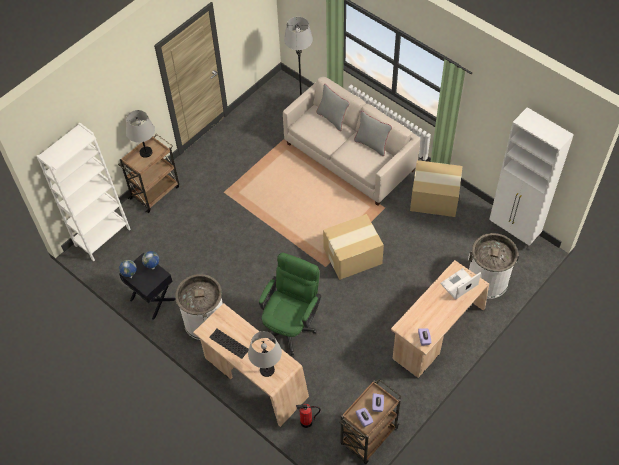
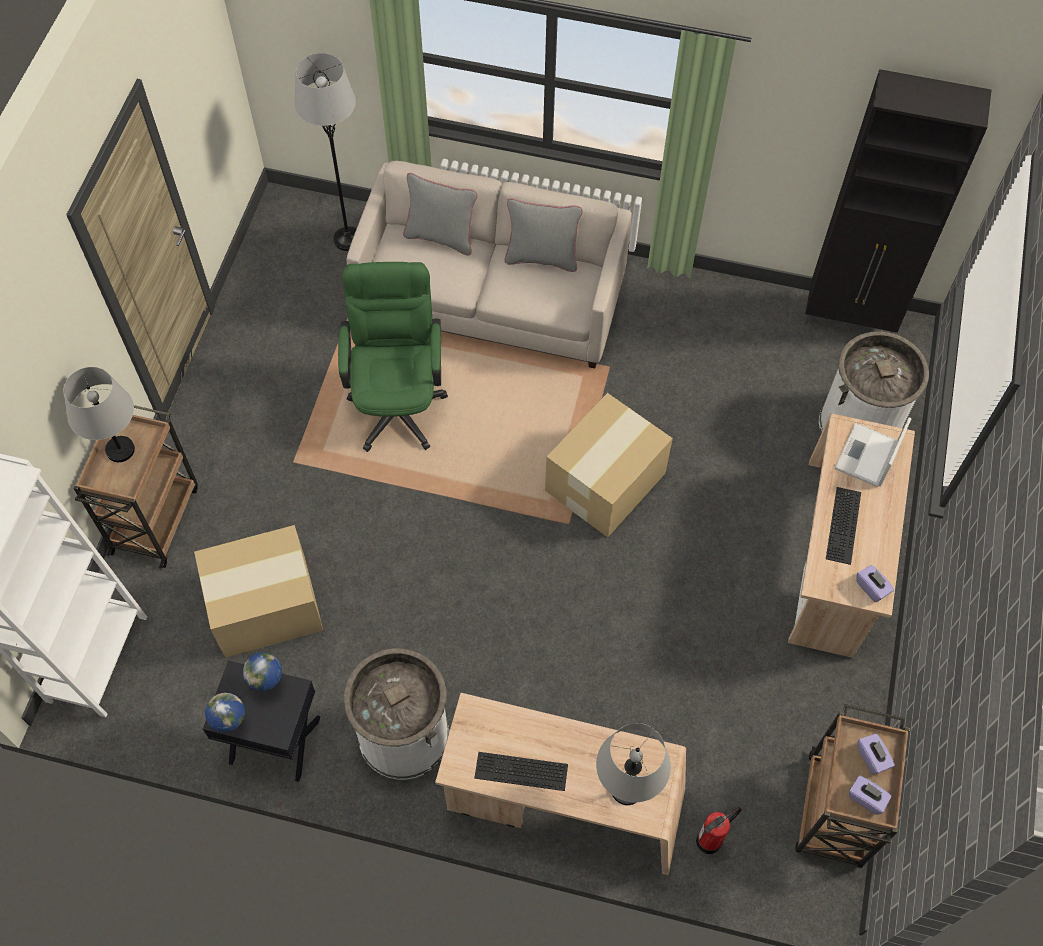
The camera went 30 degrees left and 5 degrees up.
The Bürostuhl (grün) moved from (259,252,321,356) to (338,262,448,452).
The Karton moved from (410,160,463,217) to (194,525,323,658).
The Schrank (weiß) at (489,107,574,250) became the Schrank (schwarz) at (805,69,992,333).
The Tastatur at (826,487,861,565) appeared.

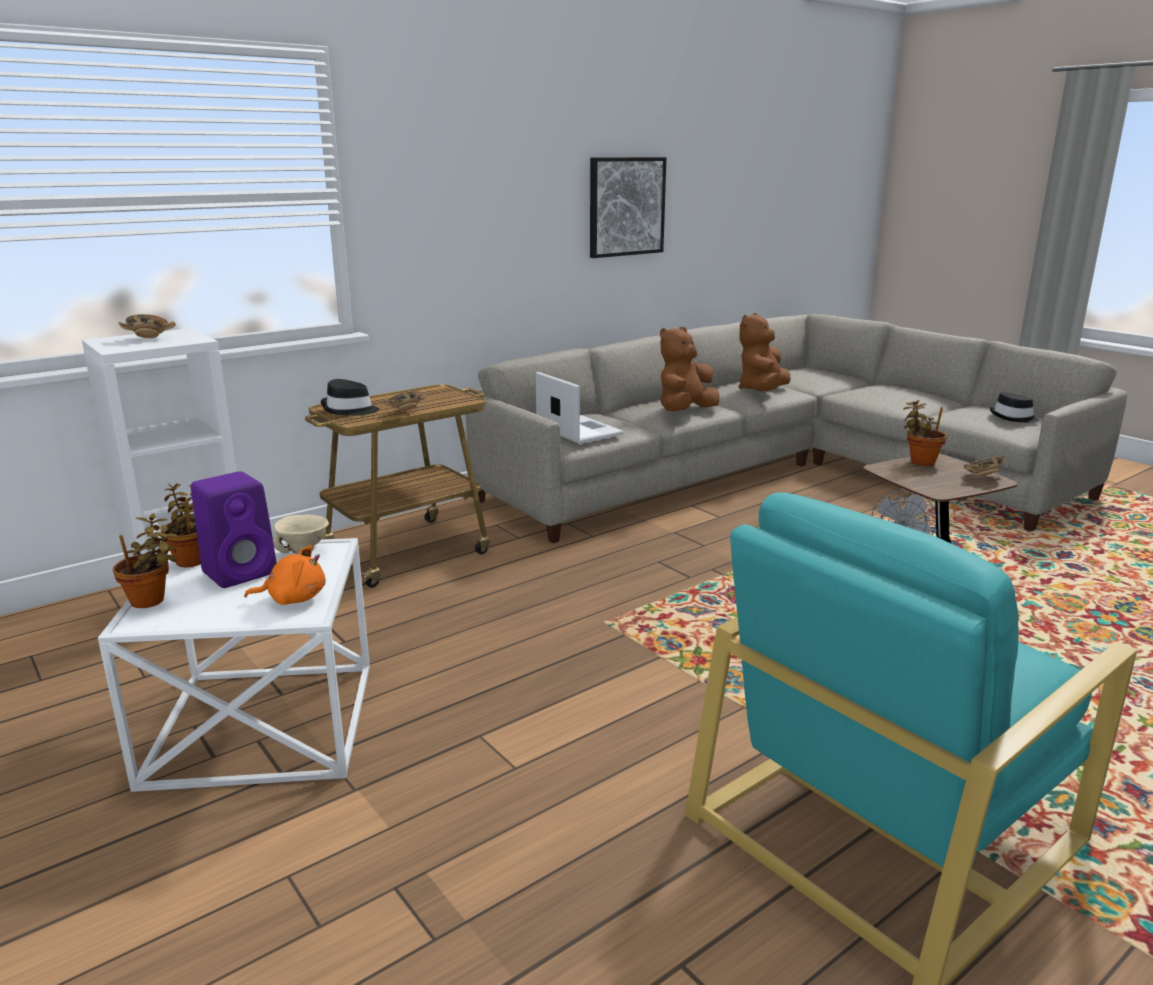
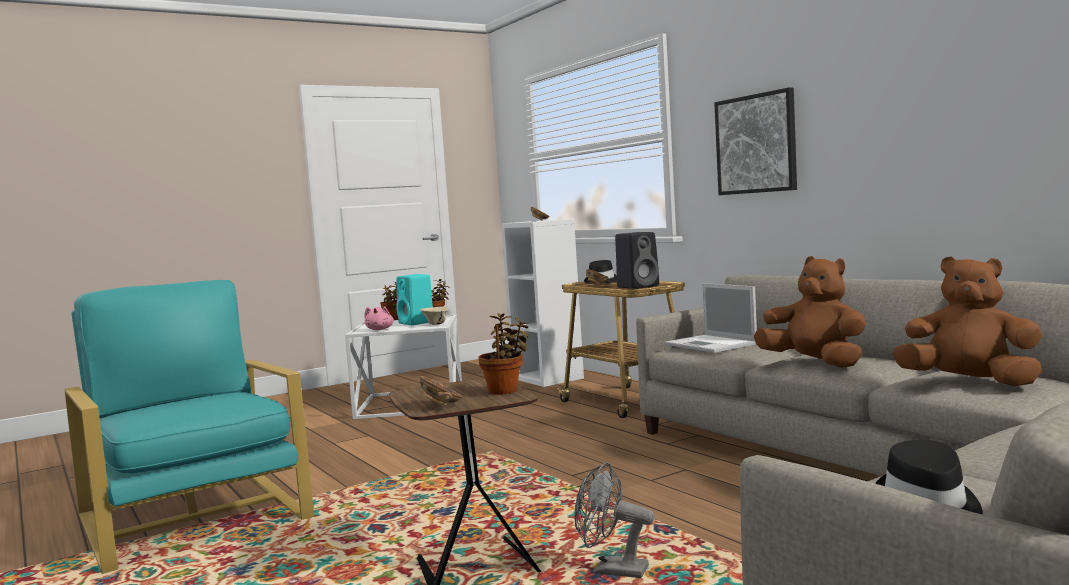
The camera went 95 degrees right and 15 degrees down.
The Lautsprecher (lila) at (191,471,277,588) became the Lautsprecher (türkis) at (396,274,433,325).
The Plüschtier (orange) at (244,546,326,605) became the Plüschtier (rosa) at (364,306,394,330).
The Laptop at (536,372,624,444) turned 90 degrees clockwise.
The Bild moved from (590,157,666,258) to (714,88,797,195).
The Lautsprecher (schwarz) at (615,232,659,289) appeared.

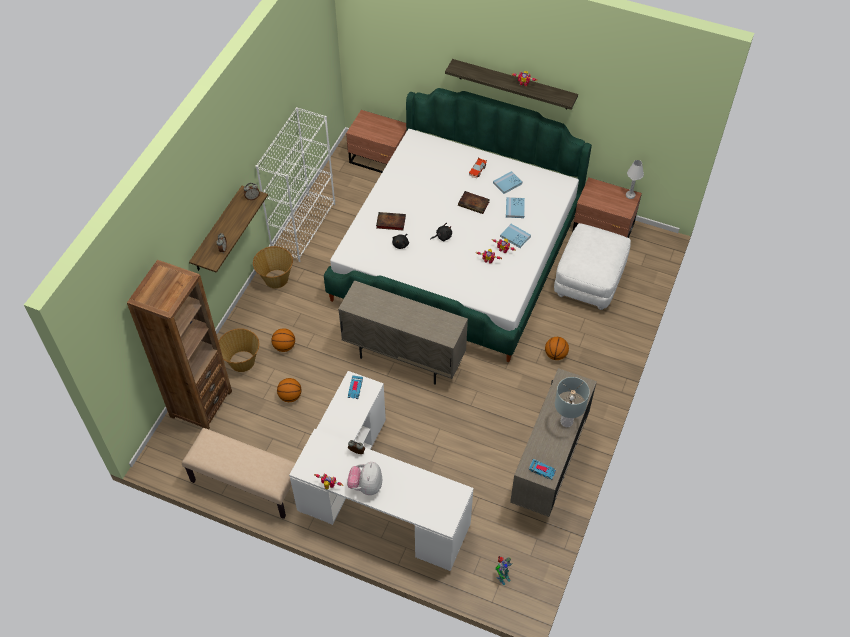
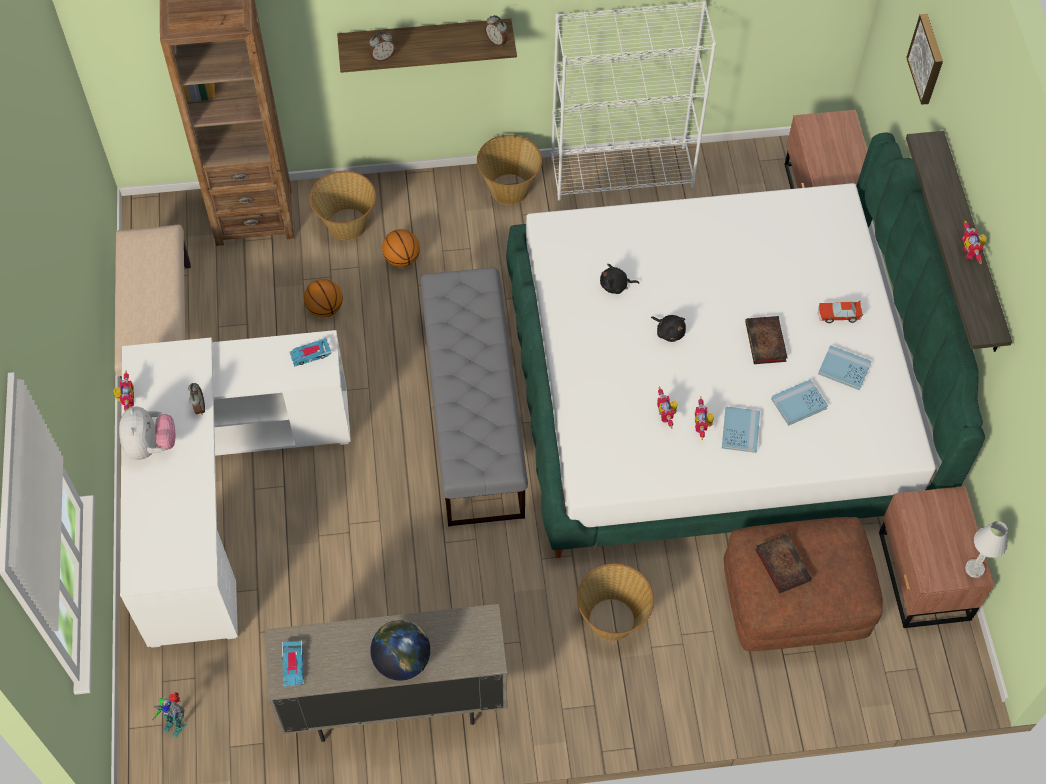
The camera went 60 degrees right and 5 degrees up.
The Schrank (beige) at (338,280,468,385) was replaced by the Bank (grau) at (420,267,528,527).
The Plüschtier at (347,462,382,495) turned 105 degrees clockwise.
The Buch moved from (376,212,406,230) to (755,534,812,594).
The Basketball at (545,337,569,360) was replaced by the Korb at (577,563,654,641).
The Polsterhocker (weiß) at (554,223,631,310) became the Polsterhocker (braun) at (724,517,883,651).
The Tischlampe (grau) at (555,377,590,427) was replaced by the Globus at (370,620,430,681).
The Bild at (906,14,943,105) appeared.

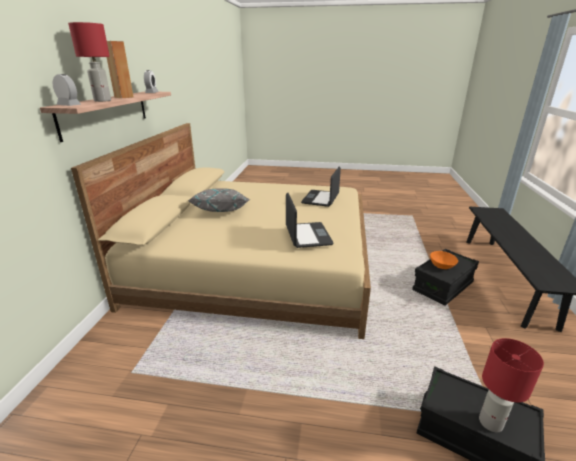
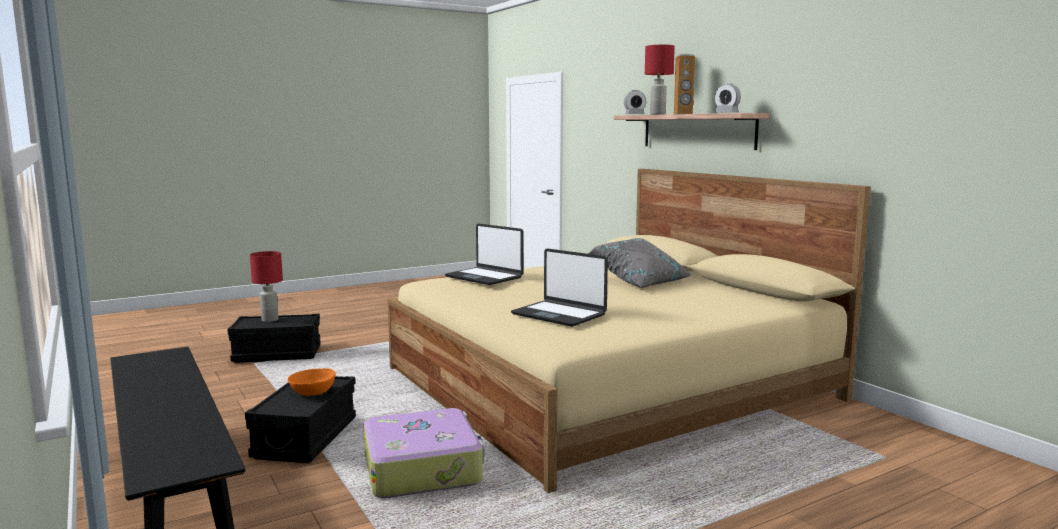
The camera went 140 degrees right and 15 degrees down.
The Laptop at (301,167,341,207) turned 150 degrees clockwise.
The Koffer at (364,408,485,498) appeared.

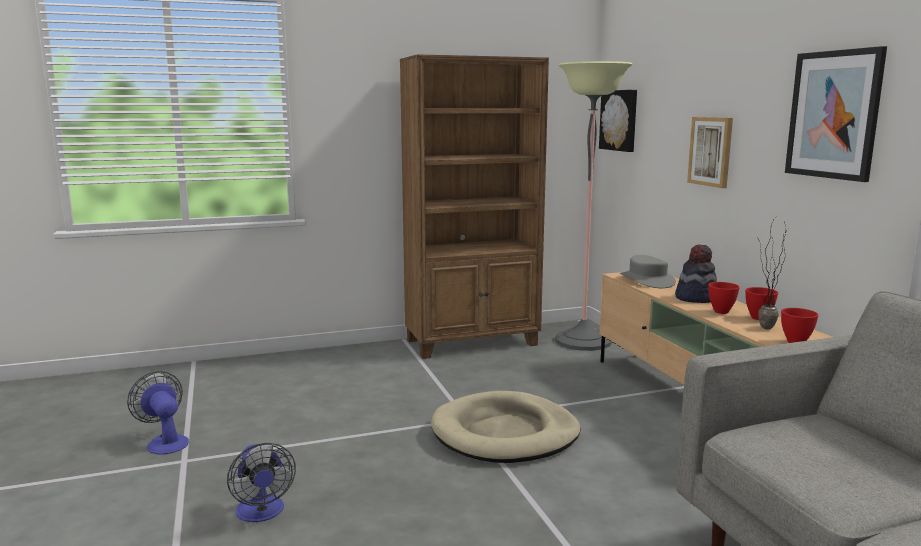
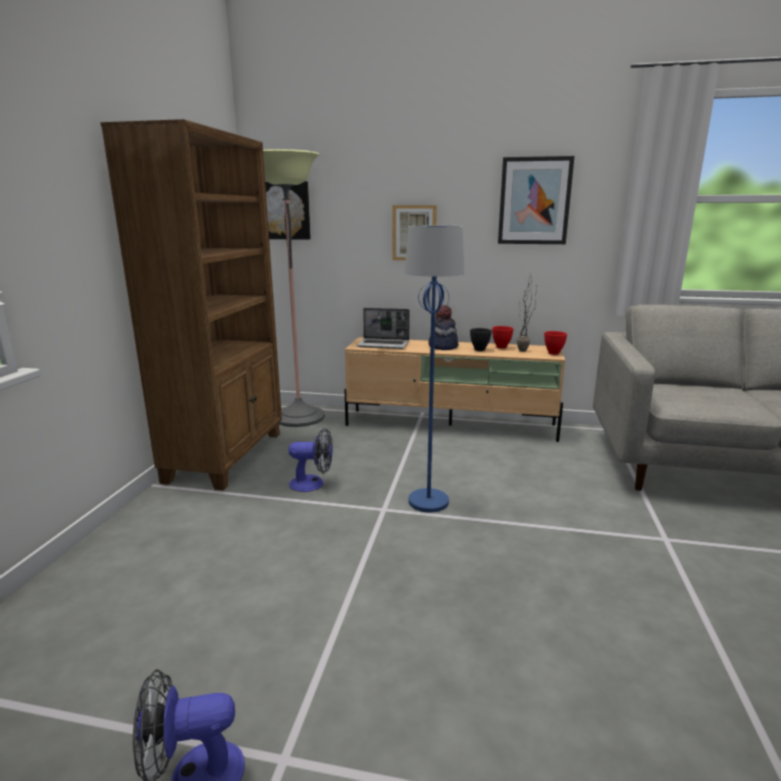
The camera went 60 degrees left and 5 degrees up.
The Ventilator moved from (227,443,296,522) to (288,428,332,492).
The Hundebett (beige) at (431,391,581,463) was replaced by the Stehlampe (blau) at (405,226,464,512).
The Hut (grau) at (620,255,676,288) was replaced by the Laptop at (356,308,410,349).
The Schüssel (rot) at (708,282,740,314) became the Schüssel (schwarz) at (470,328,492,351).

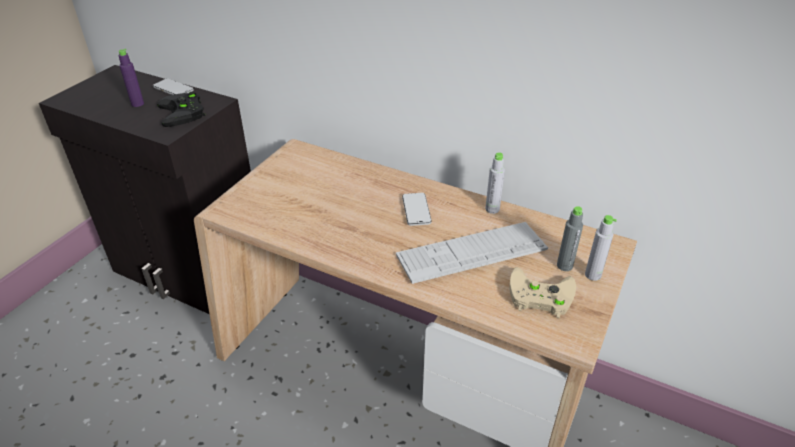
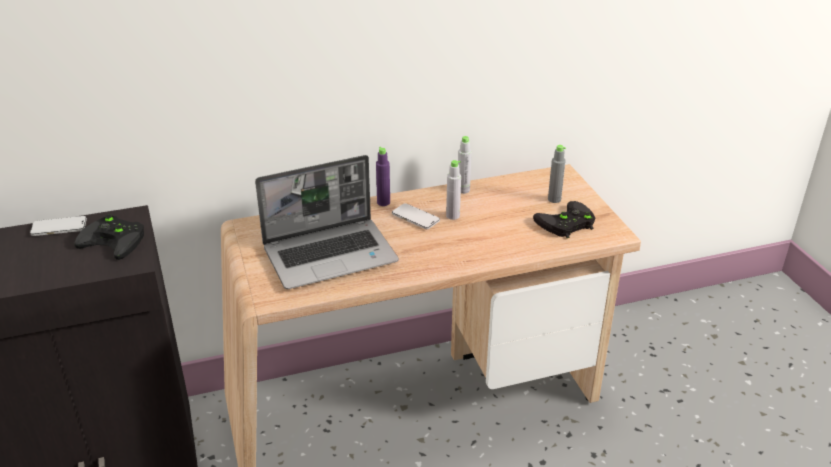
The camera went 45 degrees left and 5 degrees down.
The Flasche (lila) moved from (119,48,144,107) to (376,147,390,206).
The Tastatur at (396,222,548,284) disappeared.
The Gamepad (beige) at (510,267,576,318) became the Gamepad (schwarz) at (533,201,595,238).
The Flasche (grau) moved from (585,215,617,281) to (446,160,461,220).
The Laptop at (255,155,399,289) appeared.

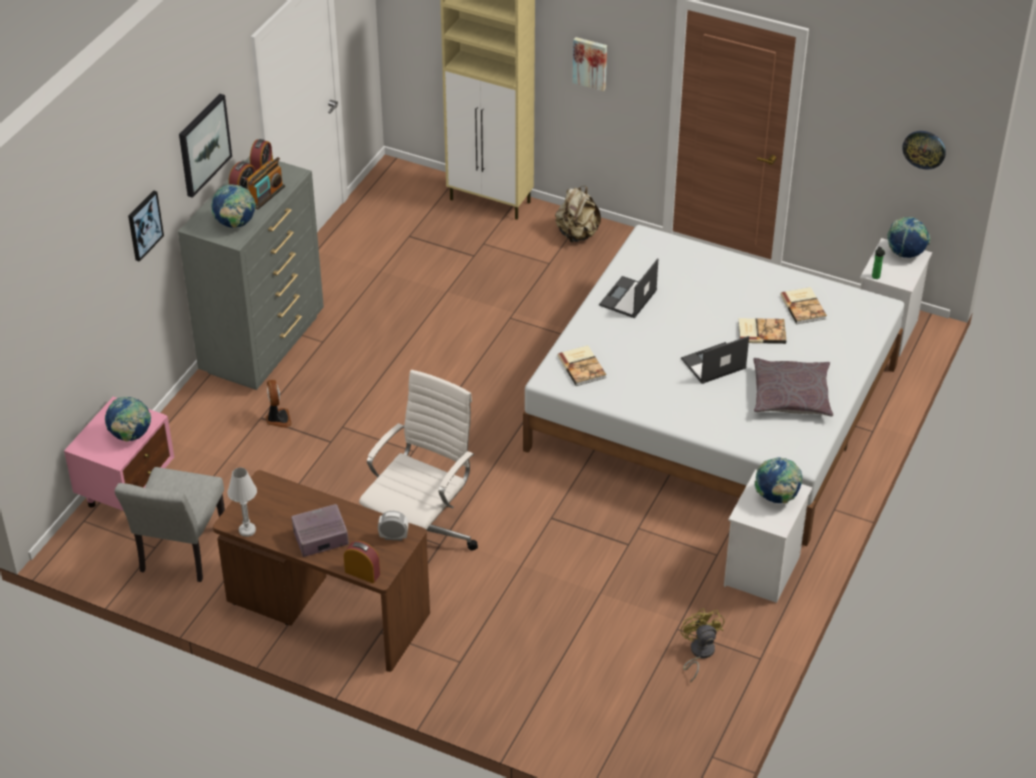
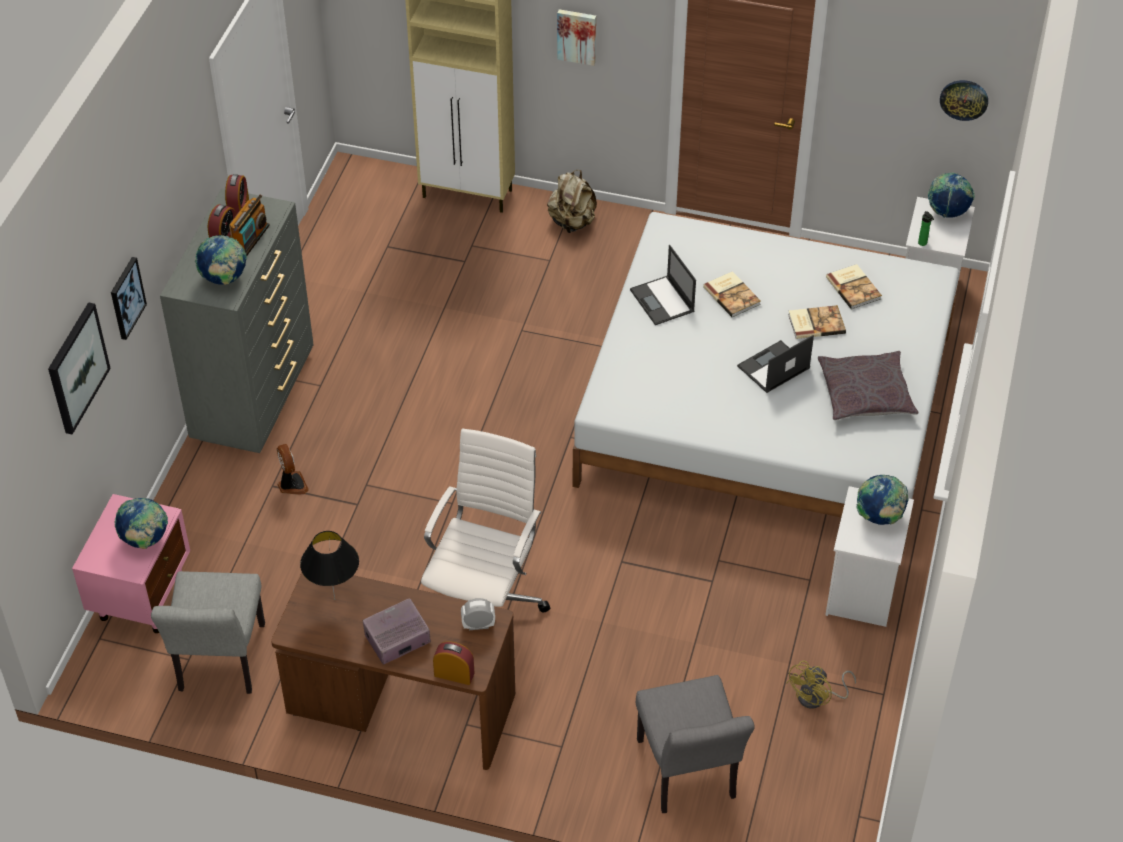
The camera went 10 degrees left and 5 degrees up.
The Bild moved from (179,94,232,198) to (48,302,111,435).
The Tischlampe (weiß) at (228,468,257,537) disappeared.
The Buch moved from (558,345,606,386) to (703,271,761,318).
The Laptop at (599,258,658,318) turned 45 degrees counterclockwise.
The Ventilator (gelb) at (681,608,724,683) turned 120 degrees counterclockwise.
The Tischlampe (schwarz) at (300,531,359,600) appeared.
The Stuhl (grau) at (636,675,755,813) appeared.

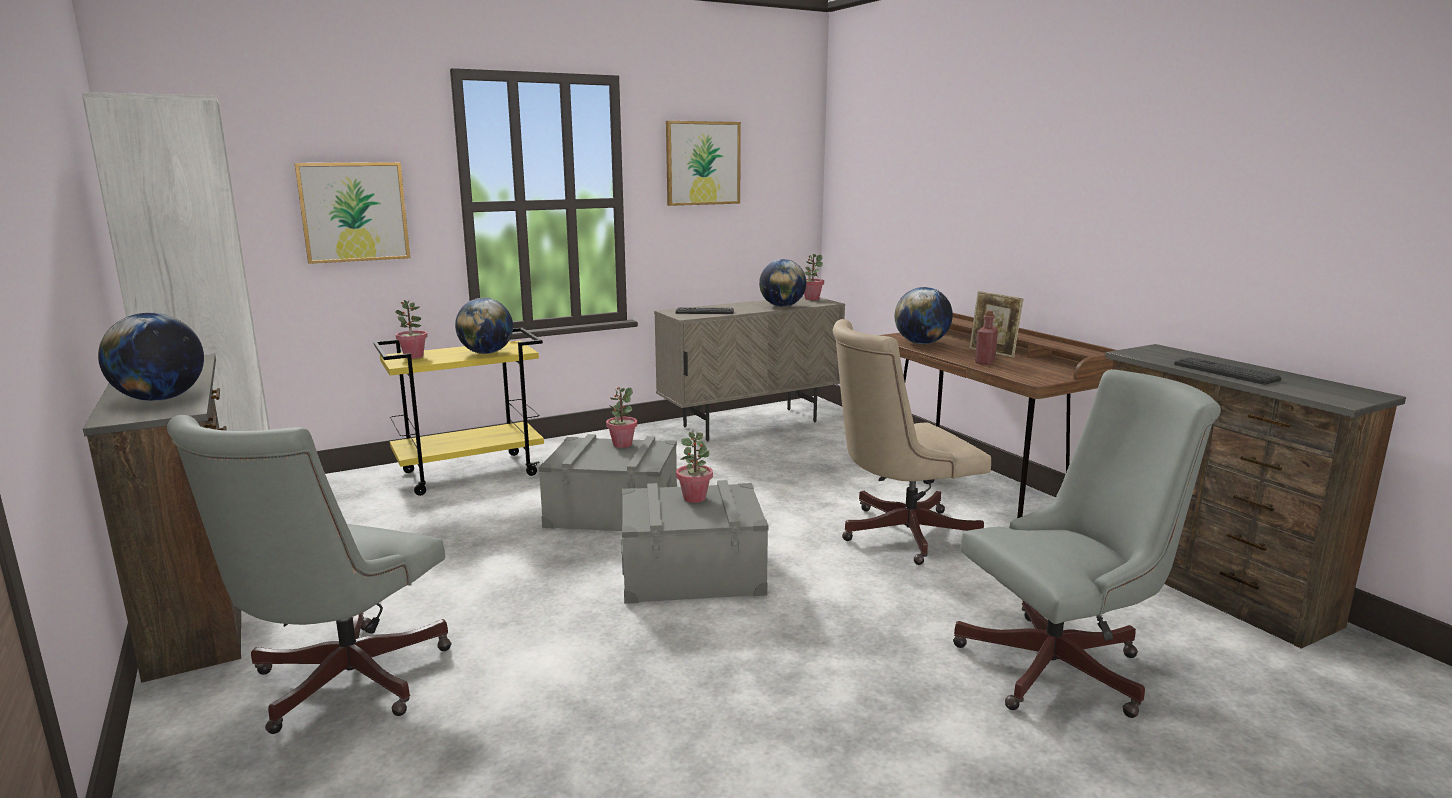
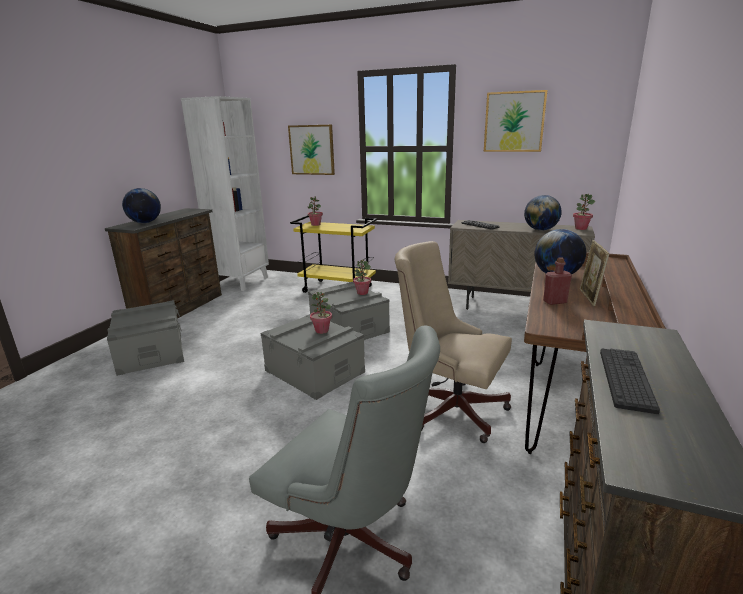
The camera went 50 degrees right and 5 degrees up.
The Bürostuhl (grau) at (167,415,452,734) was replaced by the Aufbewahrungsbox (grau) at (107,300,184,376).
The Globus at (455,298,513,354) disappeared.

